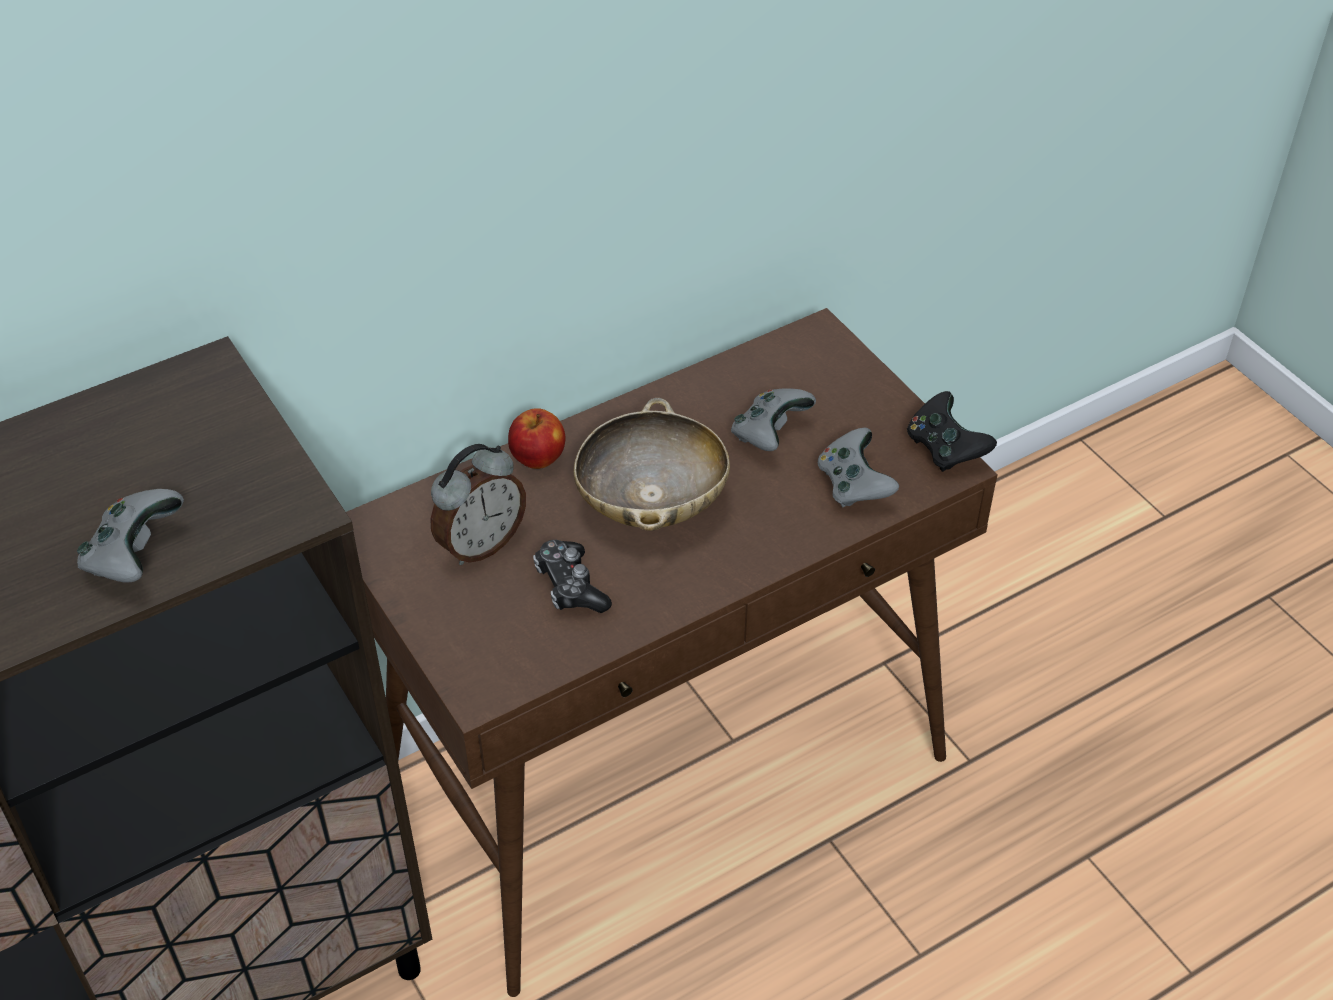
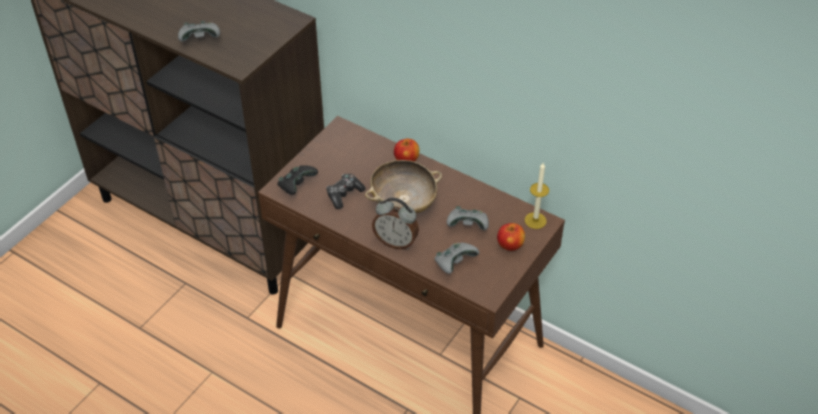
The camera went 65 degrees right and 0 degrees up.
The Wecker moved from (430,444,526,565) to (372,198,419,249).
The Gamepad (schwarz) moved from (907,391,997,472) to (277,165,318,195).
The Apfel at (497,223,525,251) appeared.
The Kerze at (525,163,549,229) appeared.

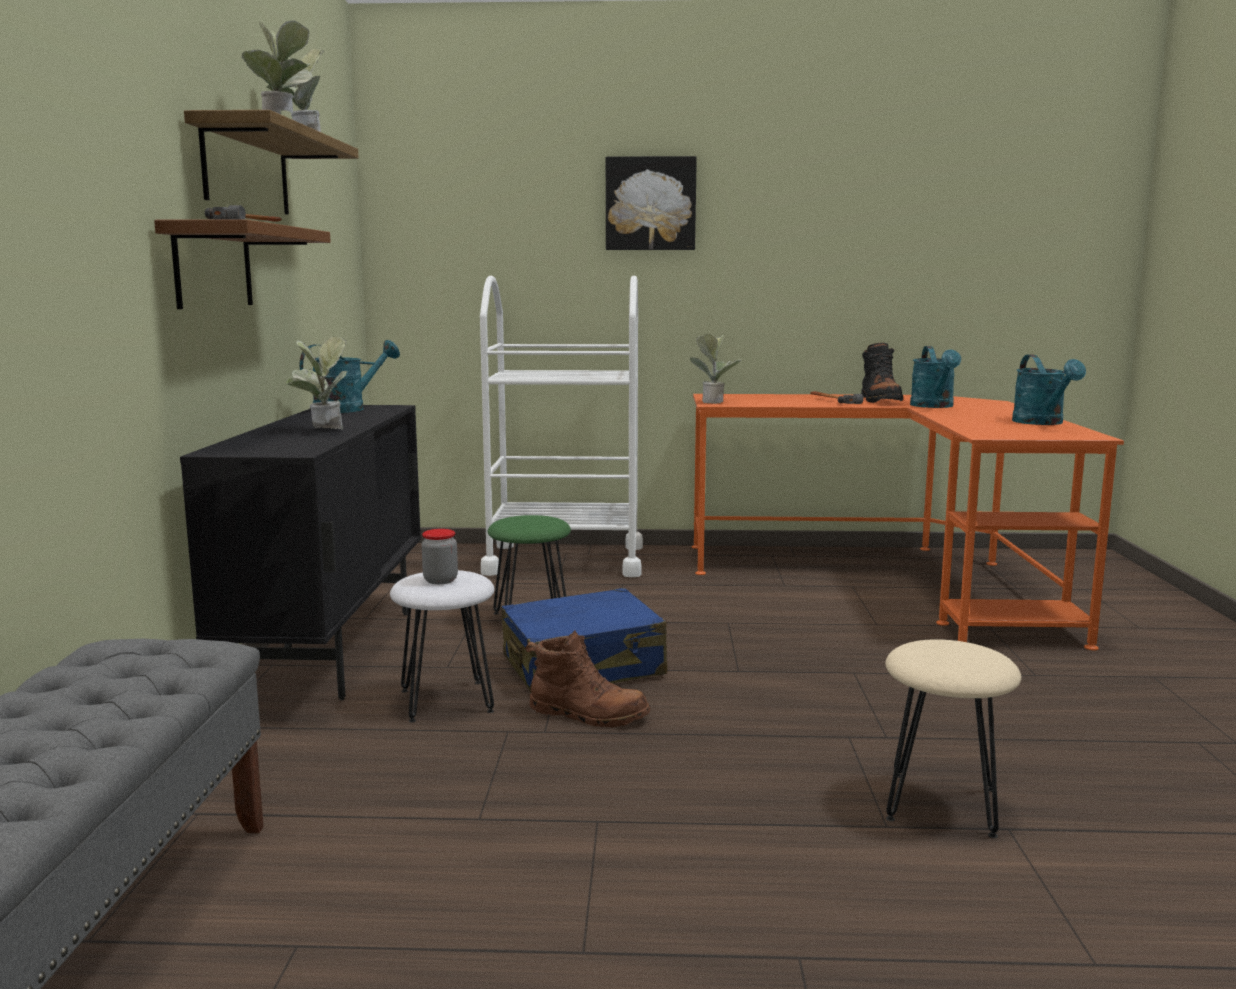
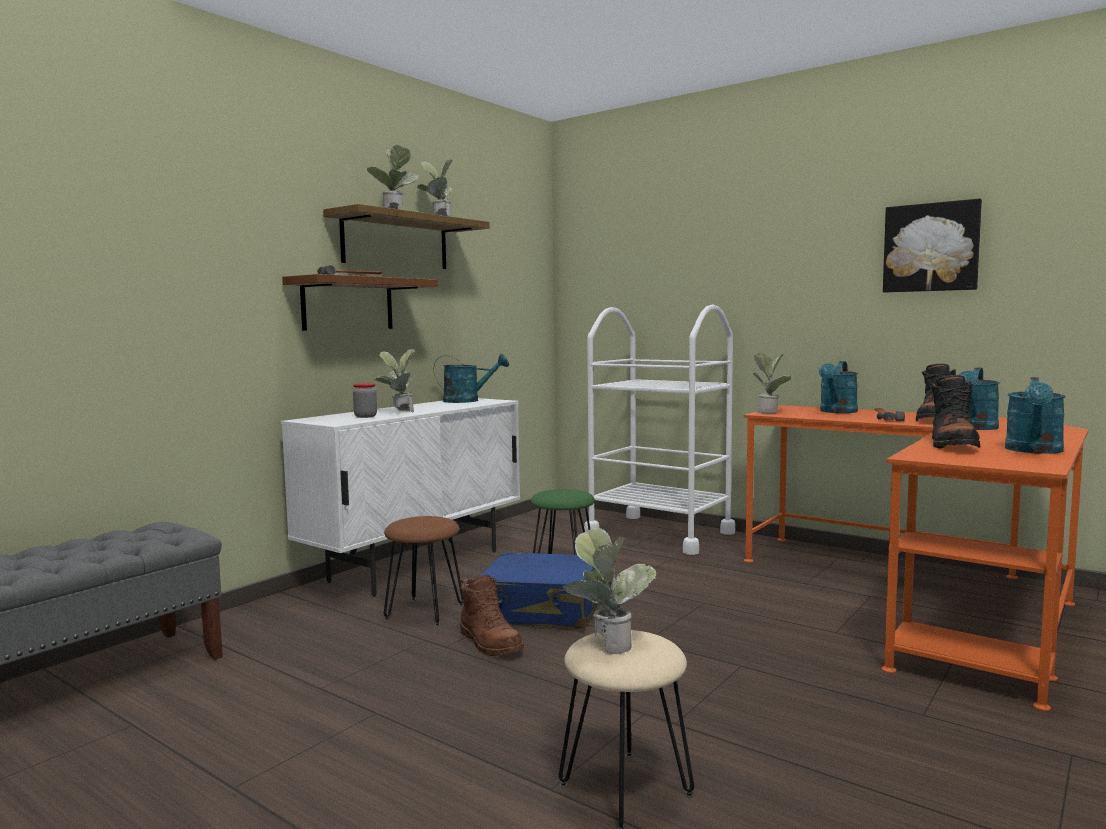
The camera went 35 degrees right and 5 degrees down.
The Schrank (schwarz) at (180,405,421,700) became the Schrank (weiß) at (281,398,520,597).
The Hocker (weiß) at (390,570,495,723) became the Hocker (braun) at (384,516,464,626).
The Vorratsglas moved from (422,529,458,584) to (353,383,377,418).
The Bild moved from (606,156,697,250) to (883,199,982,292).
The Topfpflanze at (563,527,657,654) appeared.
The Gießkanne (türkis) at (819,361,858,413) appeared.
The Stiefel (schwarz) at (932,375,980,449) appeared.

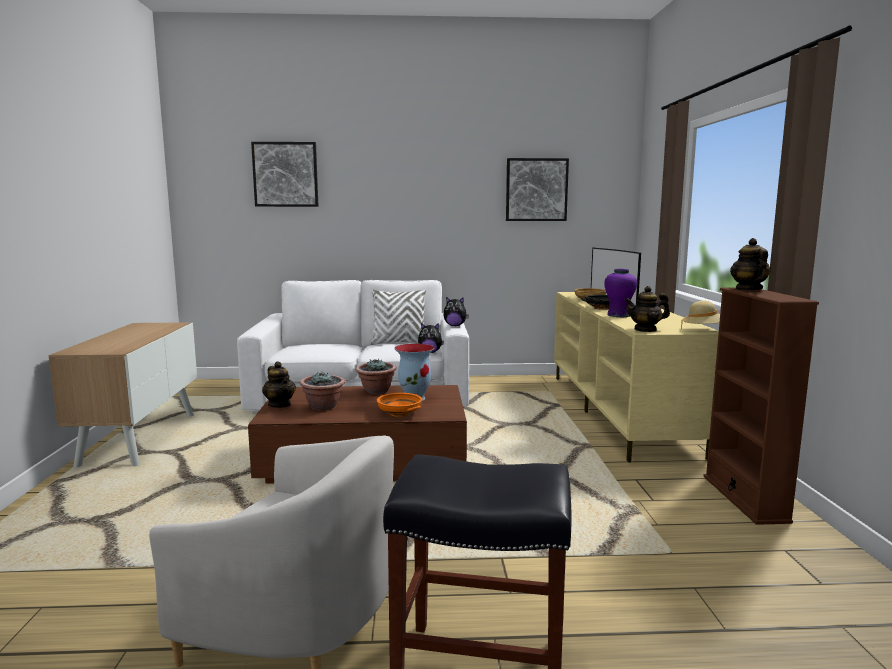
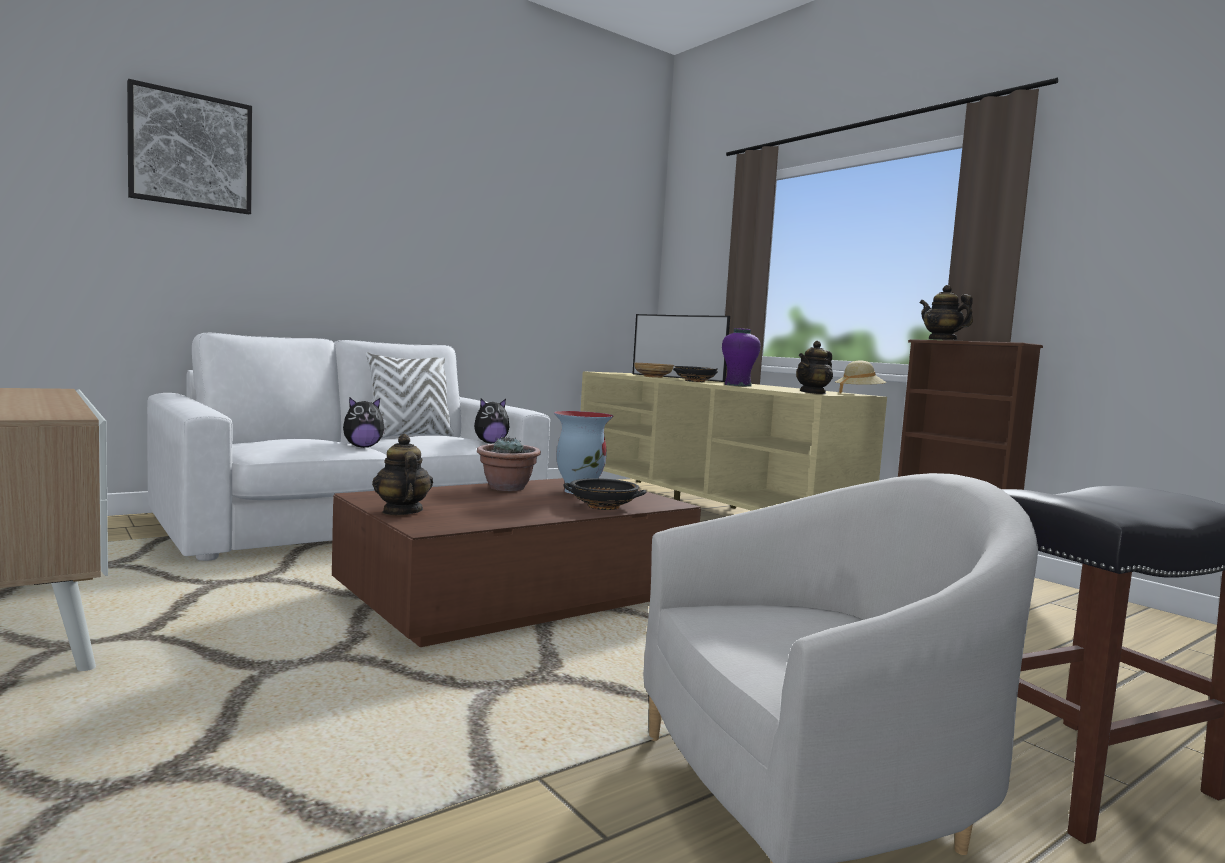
The camera went 35 degrees left and 5 degrees down.
The Teekanne at (262,361,296,408) turned 135 degrees counterclockwise.
The Topfpflanze at (300,372,345,410) disappeared.
The Schüssel (orange) at (377,393,422,417) became the Schüssel (schwarz) at (563,478,646,510).
The Plüschtier moved from (443,297,469,326) to (343,397,385,448).
The Bild at (506,158,569,221) disappeared.

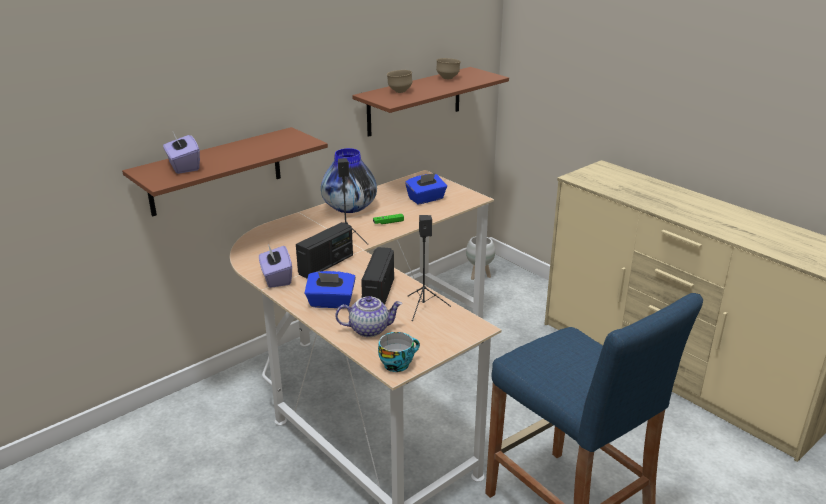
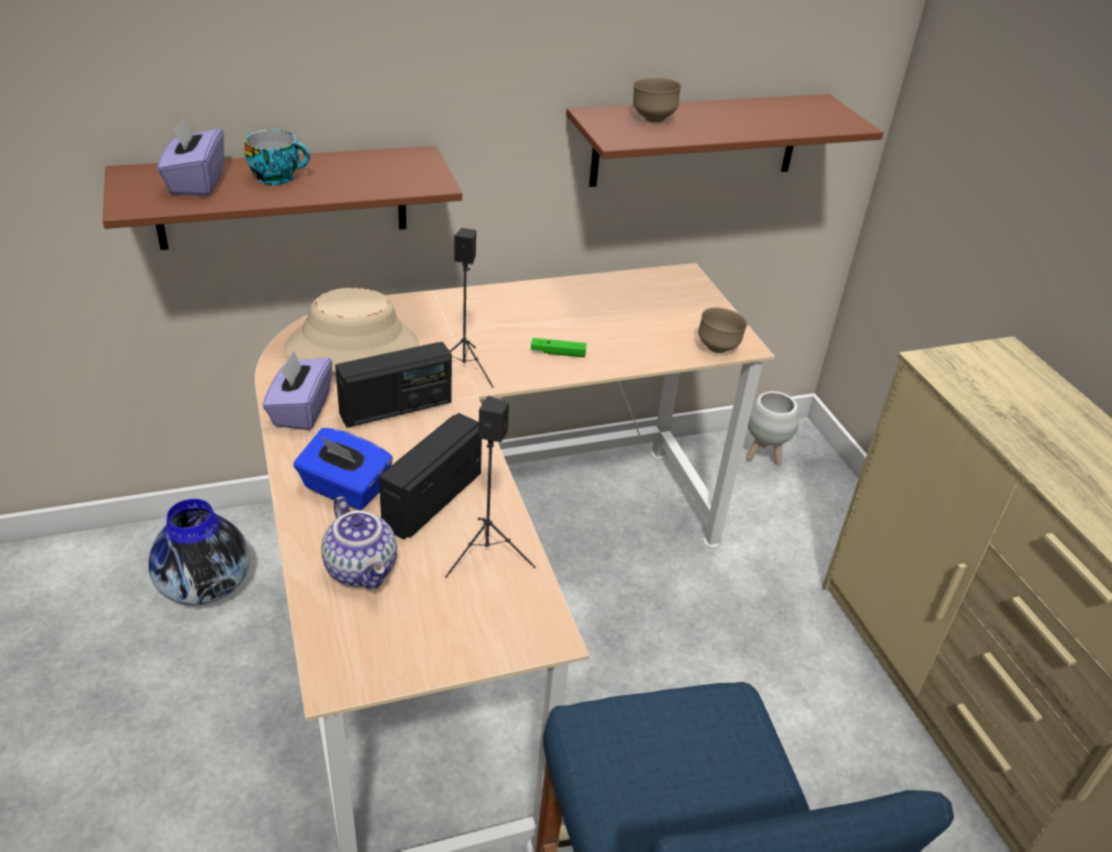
The camera went 20 degrees right and 10 degrees up.
The Vase moved from (321,148,377,213) to (148,499,250,605).
The Teekanne at (335,296,402,337) turned 45 degrees clockwise.
The Tasse moved from (378,332,420,372) to (245,130,310,185).
The Taschentuchbox (blau) at (405,173,447,204) disappeared.
The Schüssel (braun) moved from (436,58,461,79) to (698,308,747,353).
The Hut (beige) at (284,288,419,376) appeared.

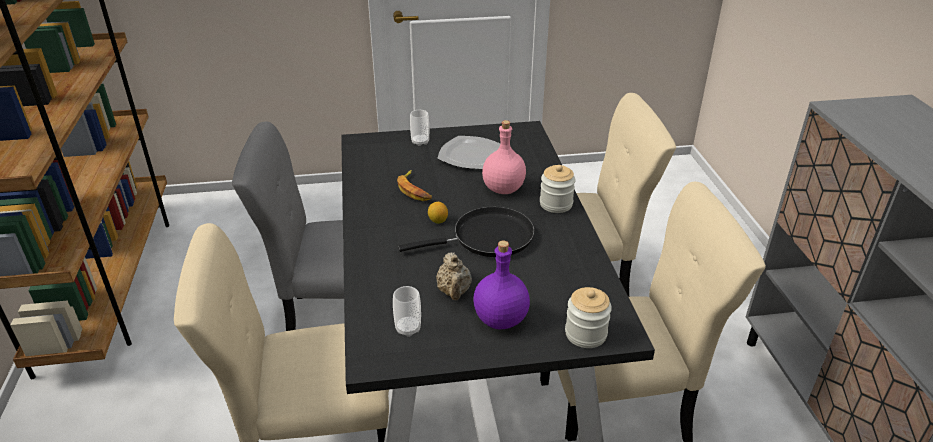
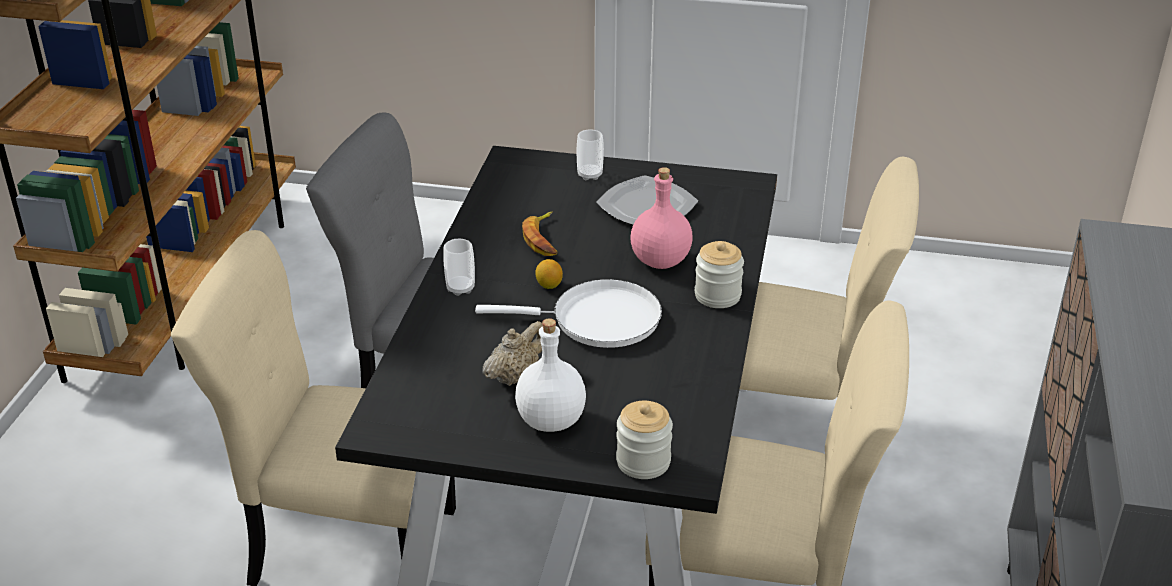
The camera went 20 degrees right and 0 degrees up.
The Tasse moved from (393,286,421,337) to (443,239,475,296).
The Pfanne (schwarz) at (398,207,534,257) became the Pfanne (weiß) at (475,279,662,348).
The Teekanne (beige) at (436,252,472,300) turned 150 degrees counterclockwise.
The Flasche (lila) at (473,241,530,330) became the Flasche (weiß) at (515,318,586,432).

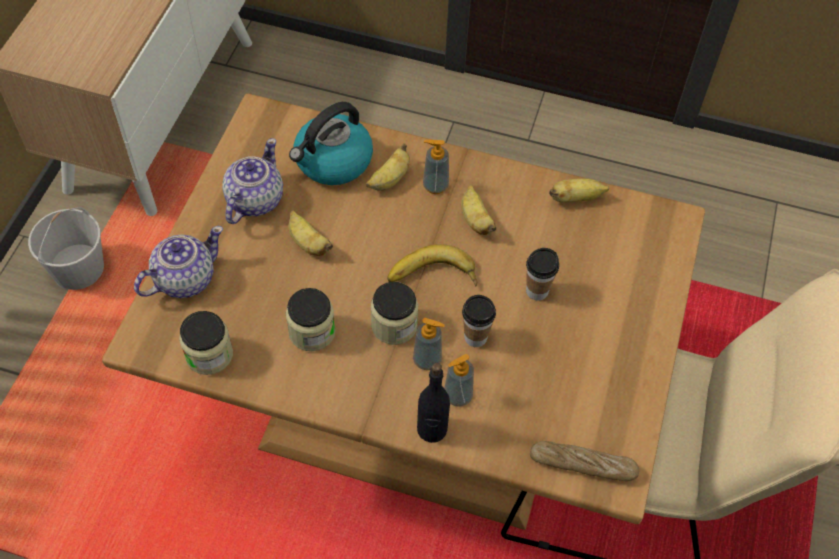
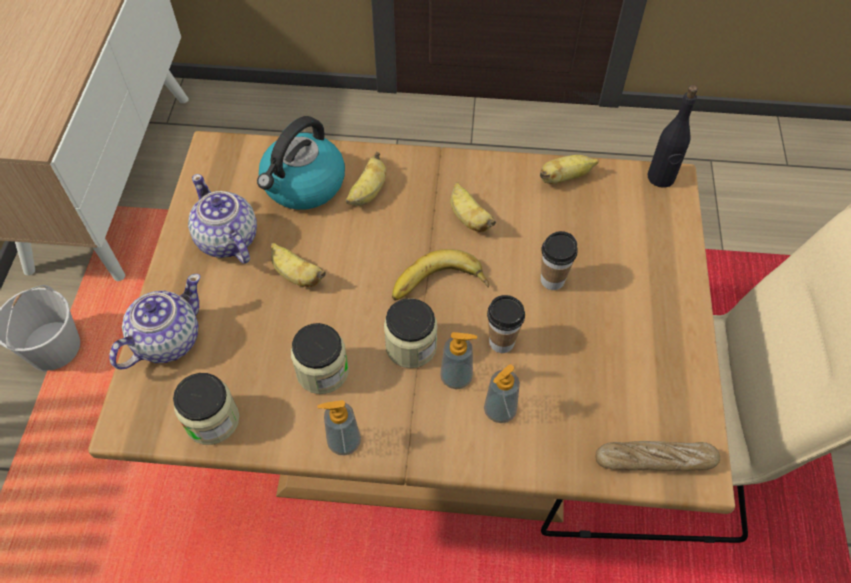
The camera went 10 degrees left and 0 degrees up.
The Teekanne at (222,138,283,224) turned 45 degrees counterclockwise.
The Flasche (schwarz) moved from (417,363,450,443) to (648,85,698,188).
The Seifenspender moved from (423,140,449,194) to (317,400,361,455).

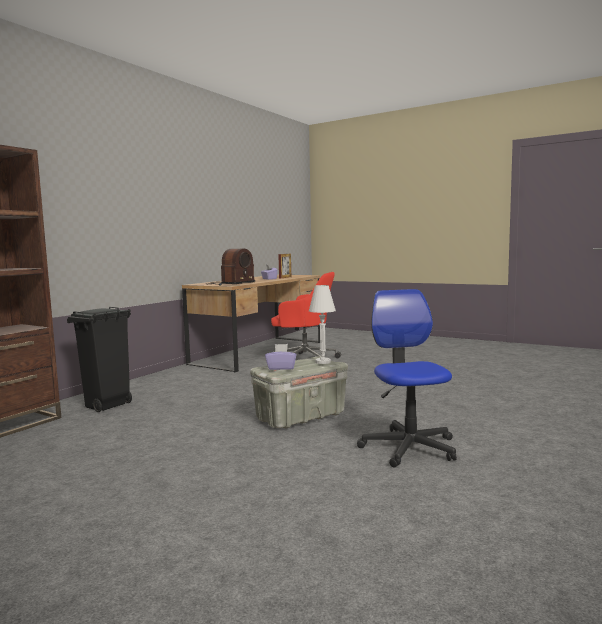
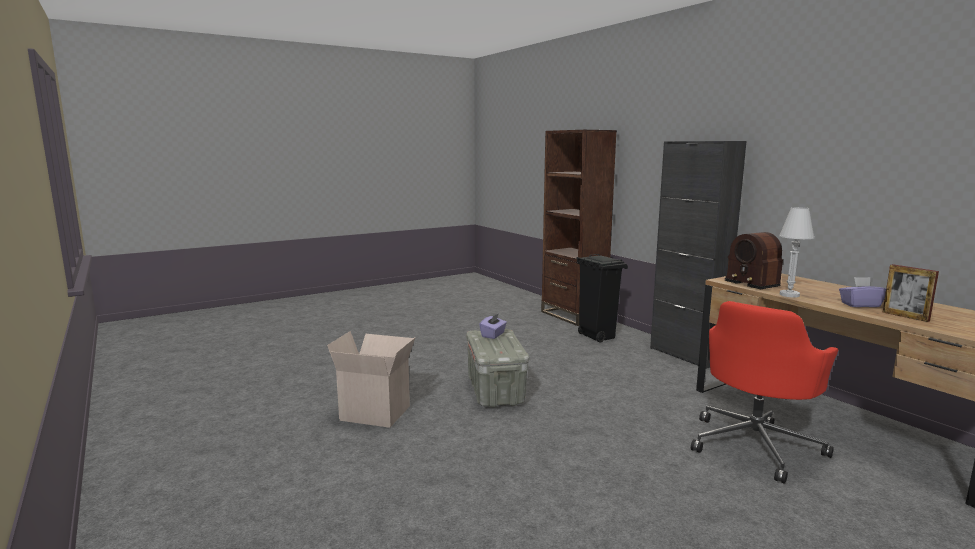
The camera went 115 degrees right and 5 degrees up.
The Tischlampe (weiß) moved from (309,285,336,364) to (779,207,814,297).
The Bürostuhl at (357,289,457,468) was replaced by the Karton at (327,331,416,428).
The Schrank (schwarz) at (650,141,747,369) appeared.

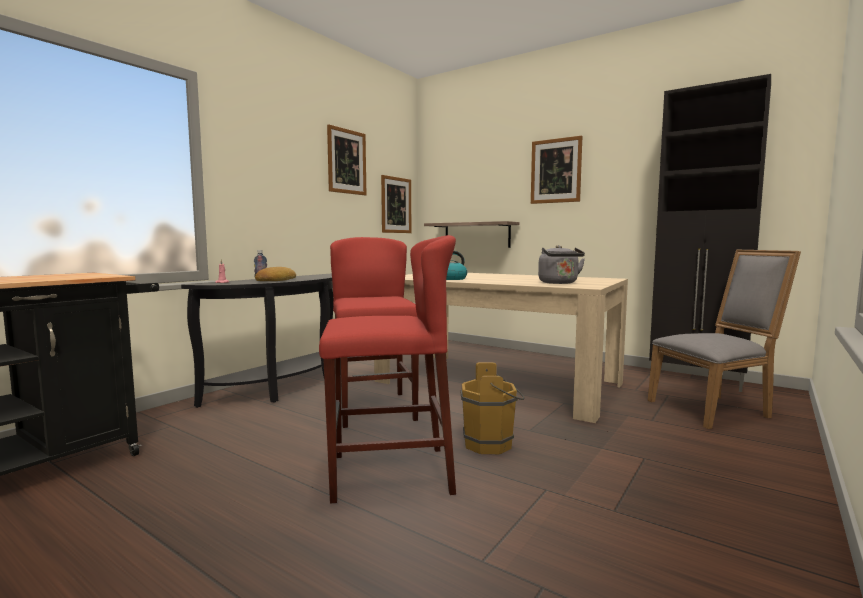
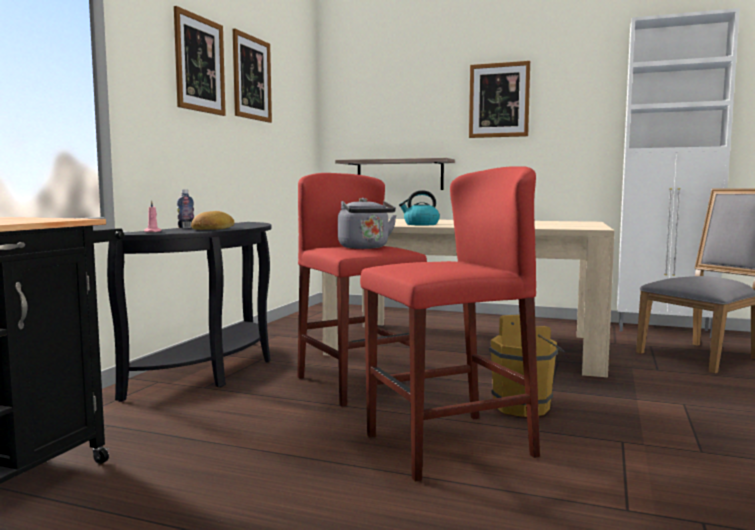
The camera went 15 degrees left and 0 degrees up.
The Bild moved from (381,175,411,233) to (174,6,226,116).
The Wasserkessel (grau) moved from (538,245,585,284) to (338,198,397,249).
The Schrank (schwarz) at (649,74,771,392) became the Schrank (weiß) at (617,8,740,338).

